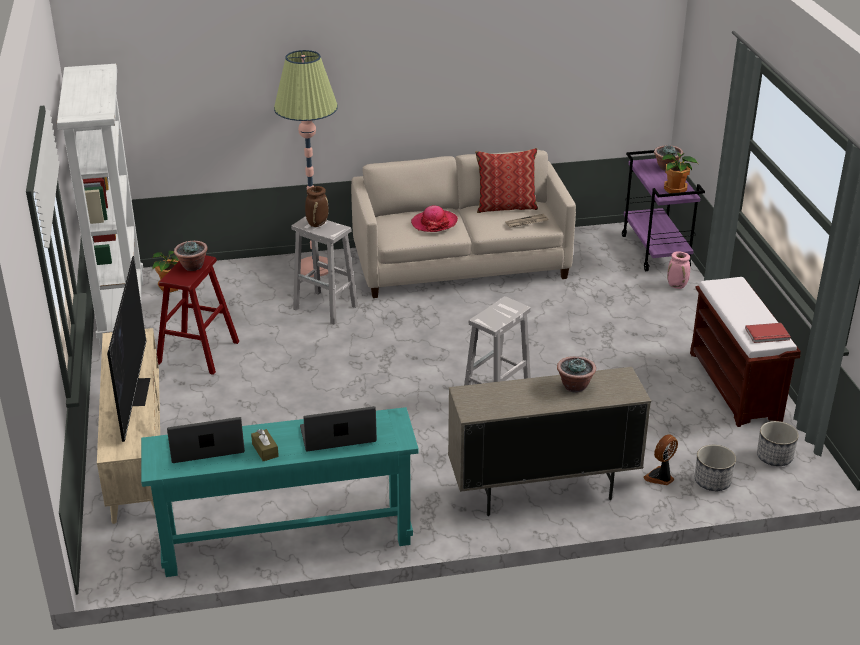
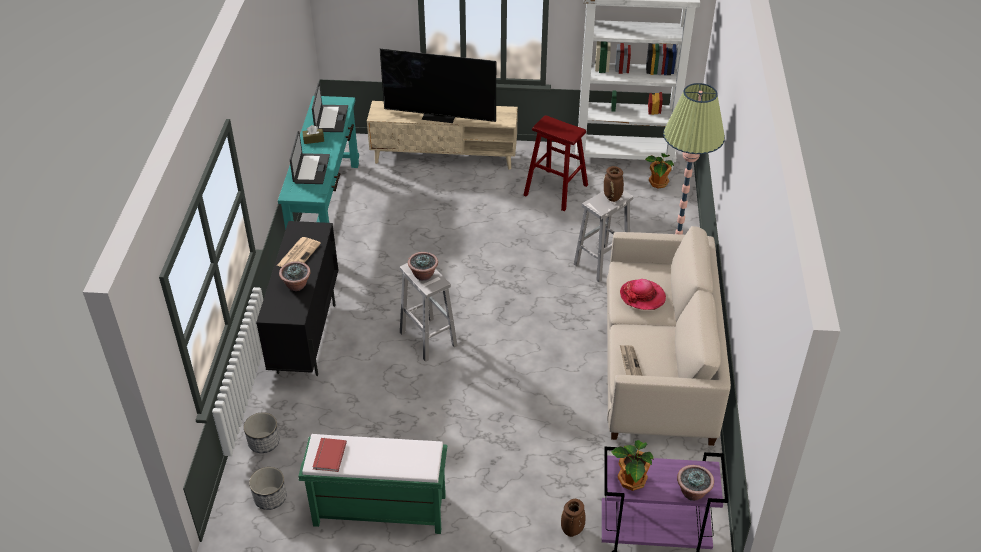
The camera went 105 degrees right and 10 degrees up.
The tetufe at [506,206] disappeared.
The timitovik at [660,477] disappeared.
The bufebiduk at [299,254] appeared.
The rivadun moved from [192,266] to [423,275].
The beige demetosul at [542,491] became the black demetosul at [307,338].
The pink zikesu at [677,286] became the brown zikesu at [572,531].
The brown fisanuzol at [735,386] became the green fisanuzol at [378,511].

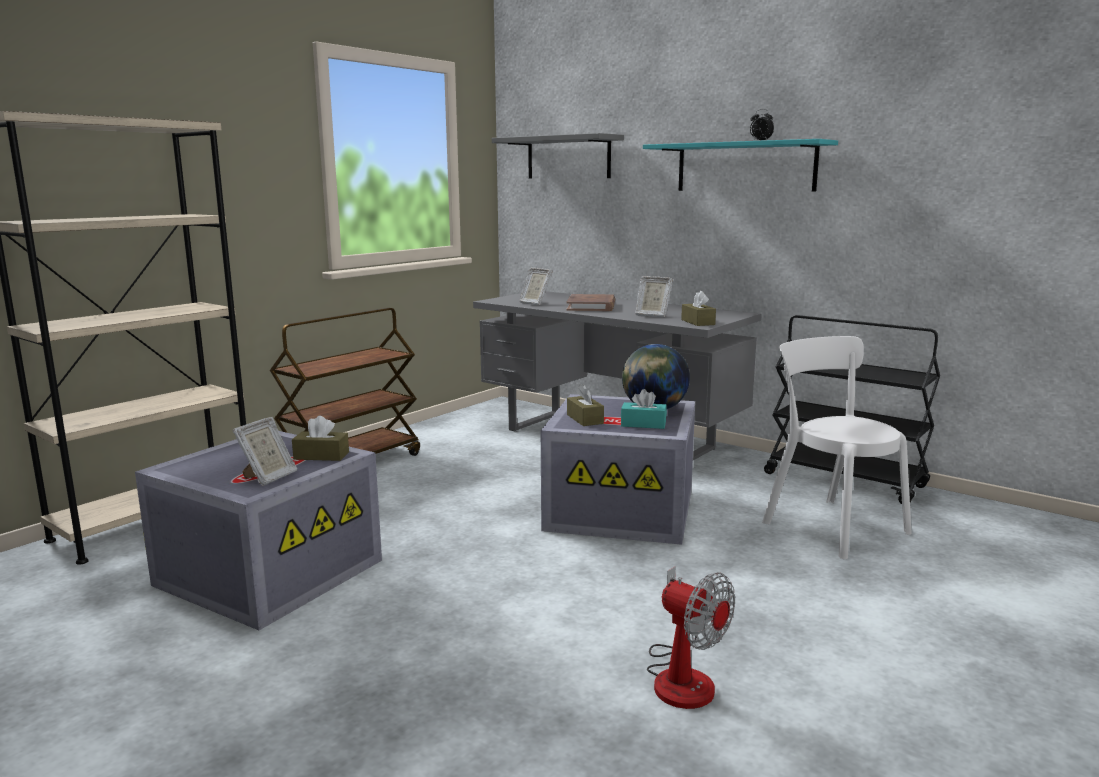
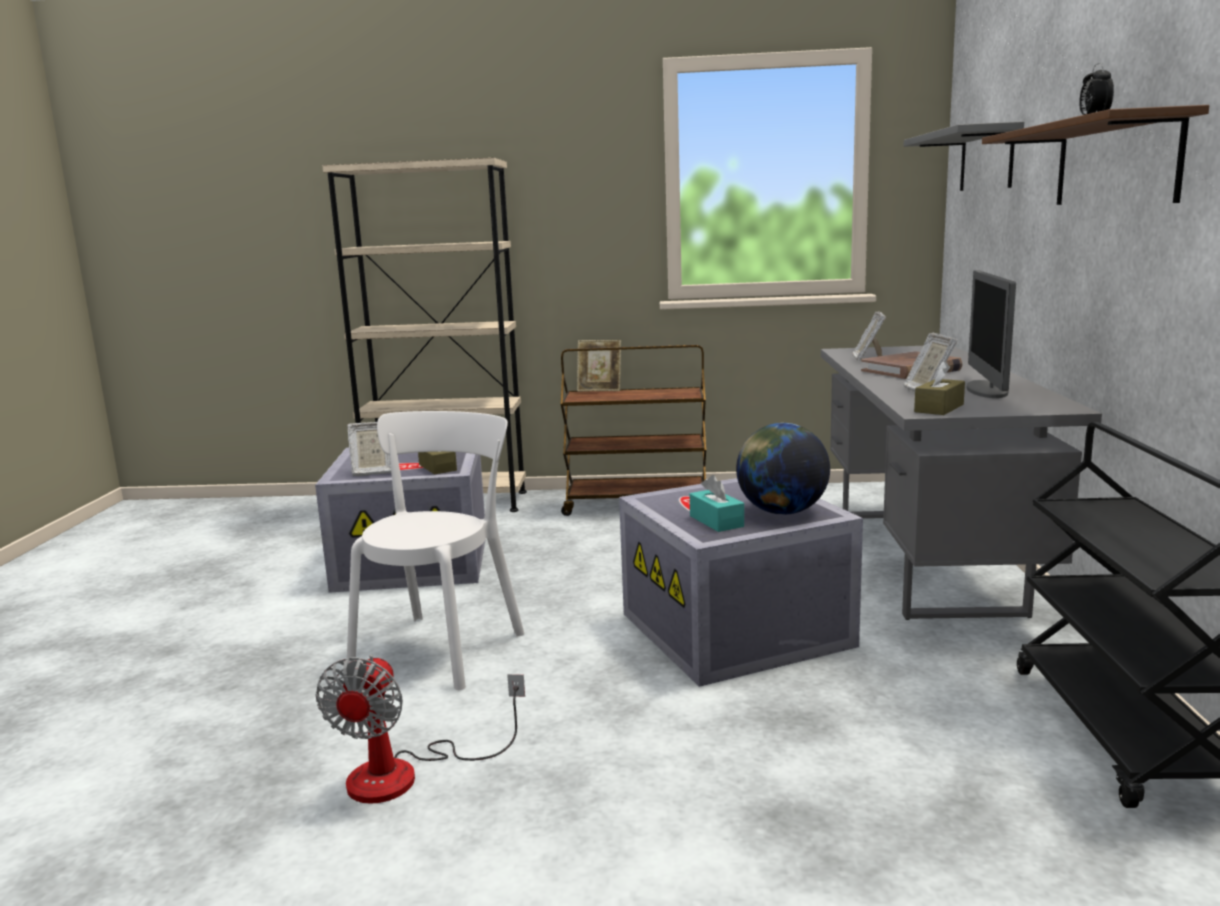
The camera went 55 degrees right and 0 degrees up.
The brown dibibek at [585,419] disappeared.
The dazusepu at [600,390] appeared.
The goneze at [987,390] appeared.
The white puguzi moved from [830,525] to [442,647].
The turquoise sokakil at [745,167] became the brown sokakil at [1115,163].

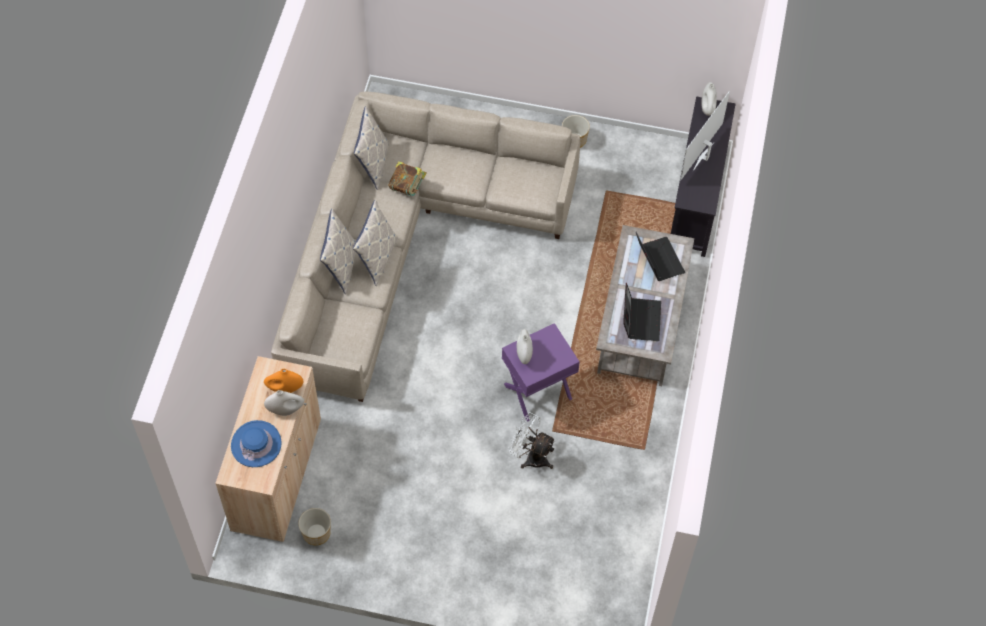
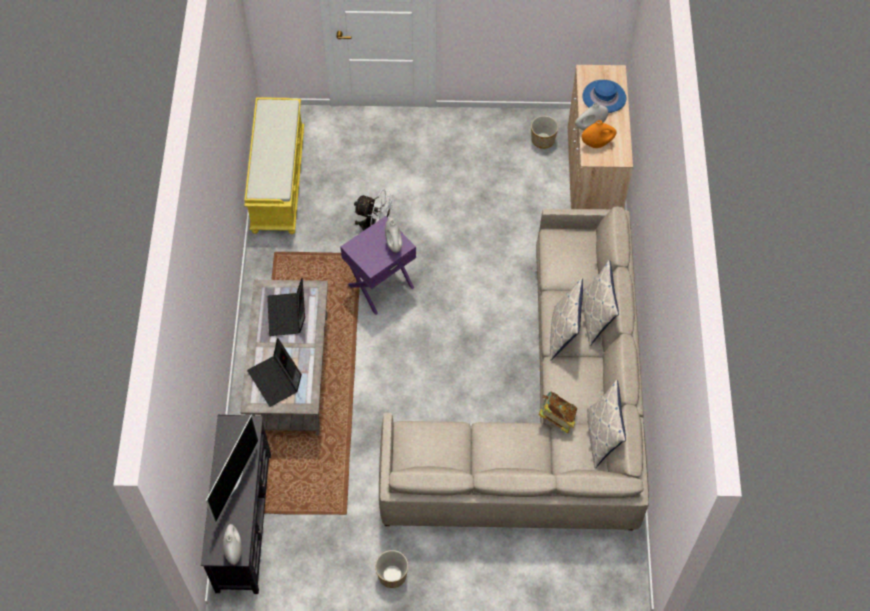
The camera went 170 degrees right and 0 degrees up.
The yellow fisanuzol at [277,180] appeared.

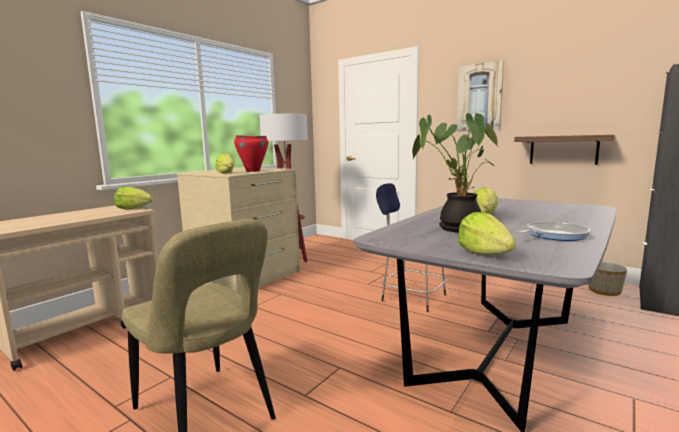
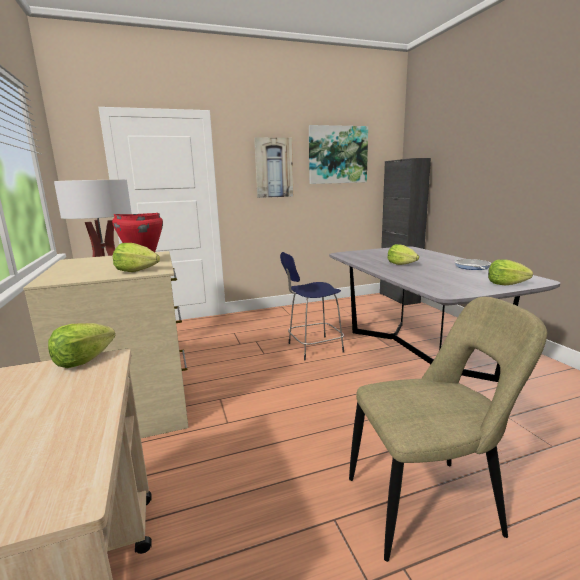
The camera went 55 degrees left and 5 degrees up.
The rivadun at [456,228] disappeared.
The sokakil at [563,150] disappeared.
The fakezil at [604,291] disappeared.
The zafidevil at [337,155] appeared.

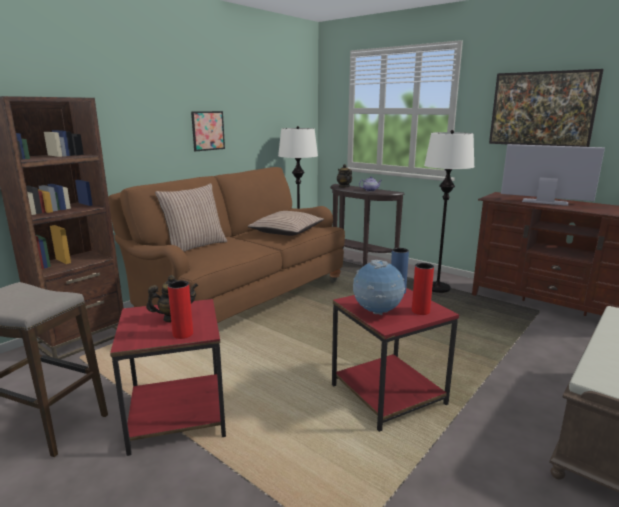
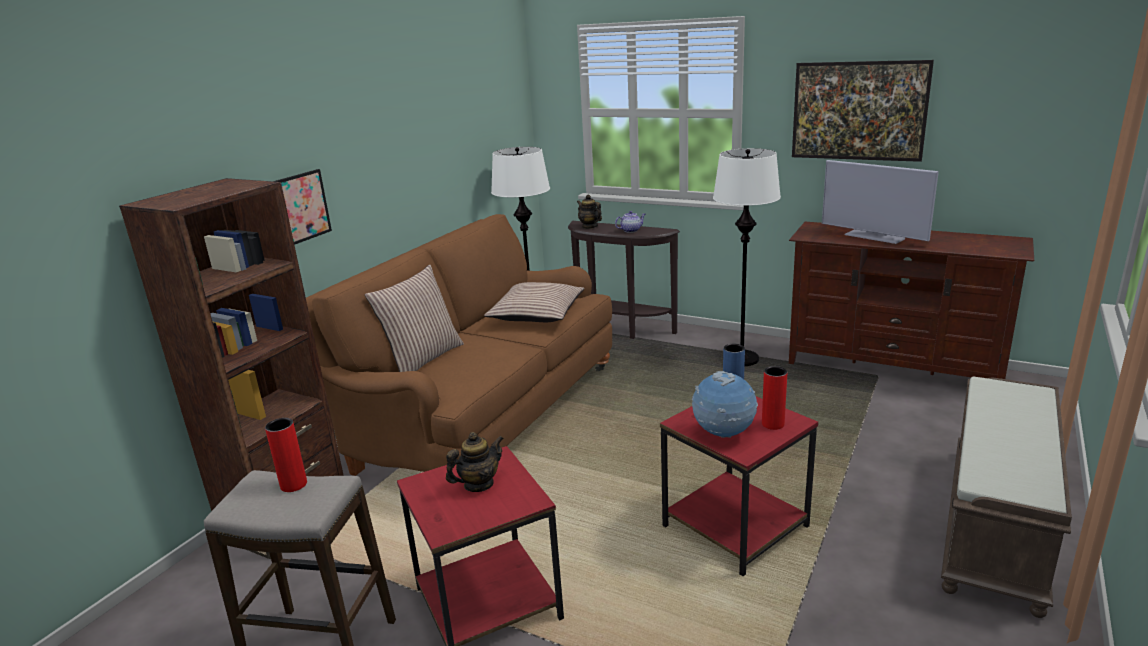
The camera went 10 degrees left and 5 degrees up.
The red zikesu moved from [183,334] to [293,485].
The zafidevil moved from [208,130] to [299,208].
The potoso at [544,202] turned 150 degrees counterclockwise.

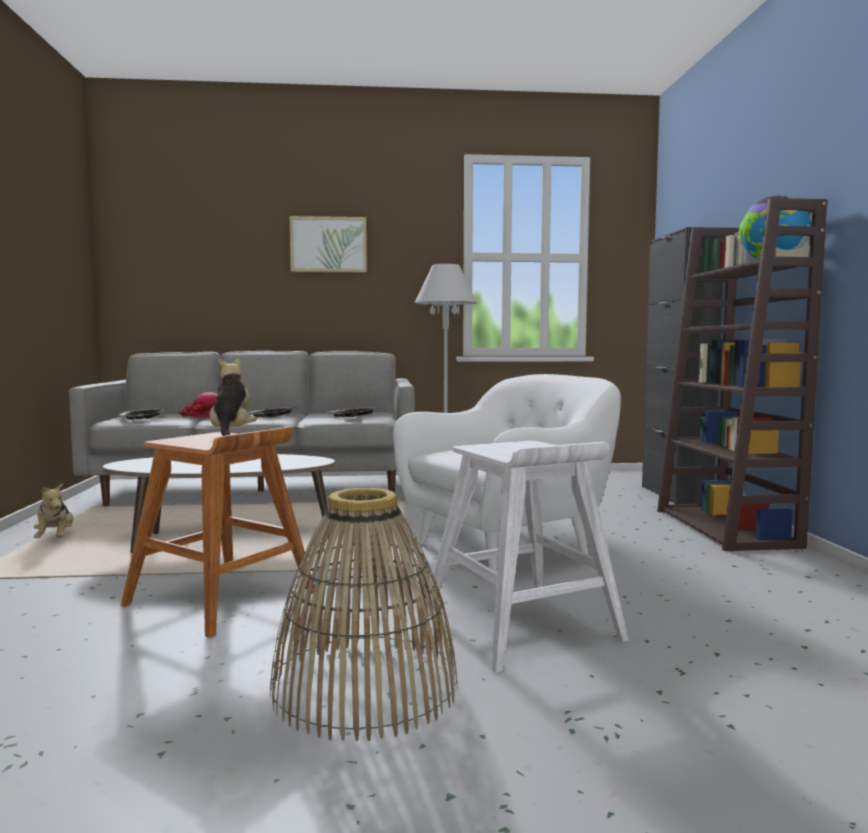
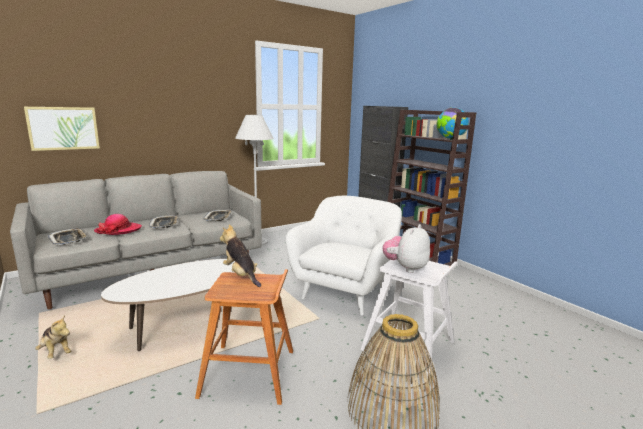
The camera went 30 degrees left and 10 degrees up.
The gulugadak at [405,268] appeared.
The zafidevil moved from [328,244] to [63,128].

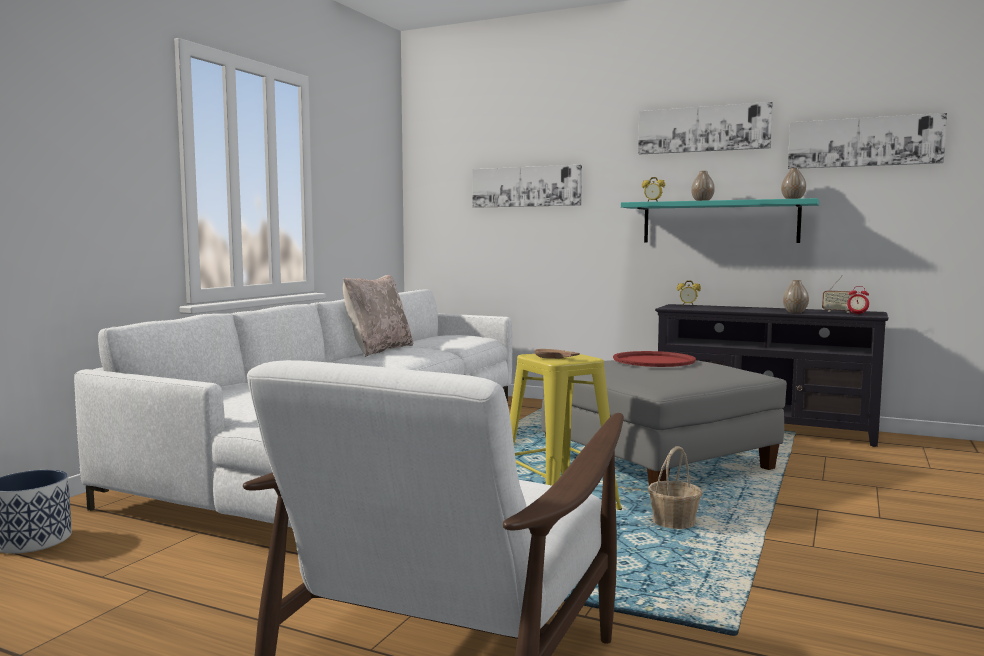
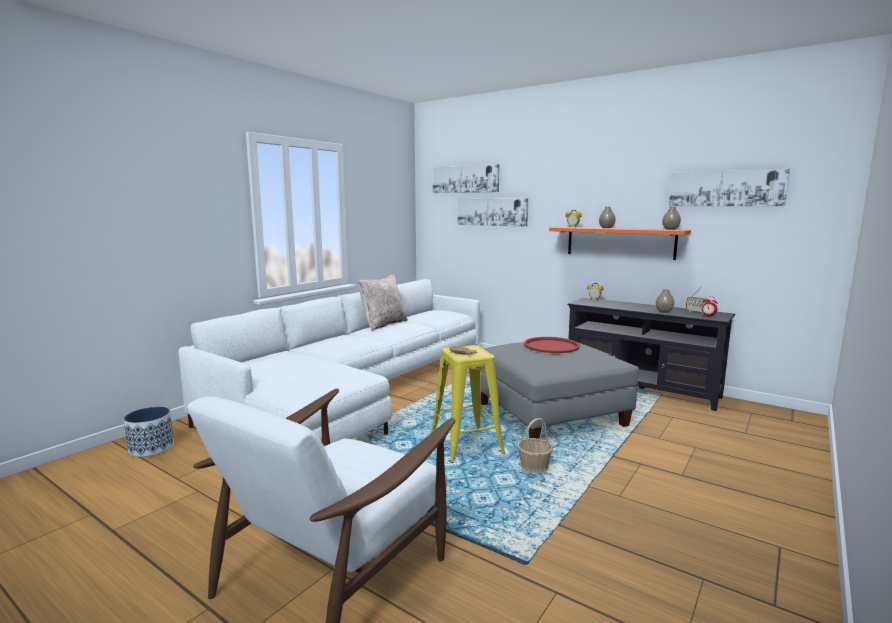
The camera went 10 degrees right and 5 degrees up.
The zafidevil moved from [703,129] to [465,179].
The turquoise sokakil at [719,222] became the orange sokakil at [620,242].

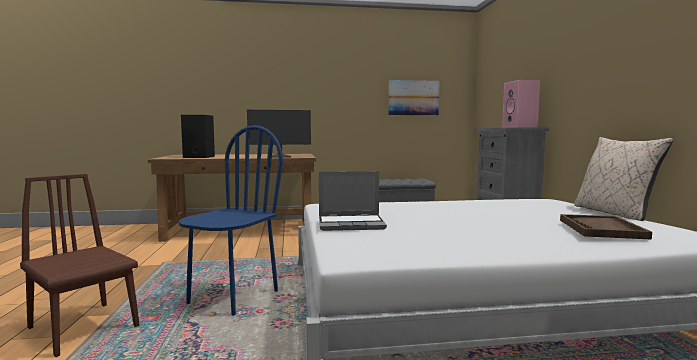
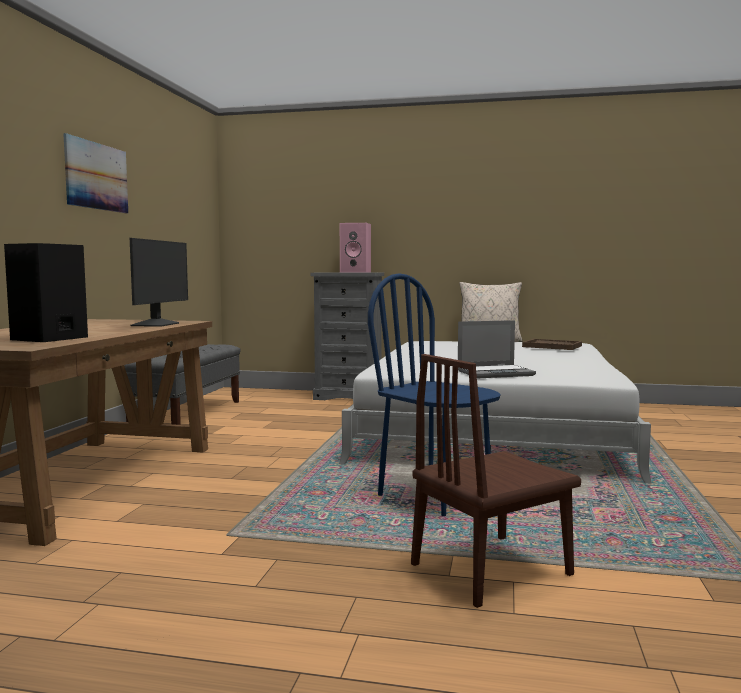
The camera went 70 degrees left and 0 degrees up.
The zafidevil moved from [413,98] to [97,176].
The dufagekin at [352,224] turned 60 degrees clockwise.

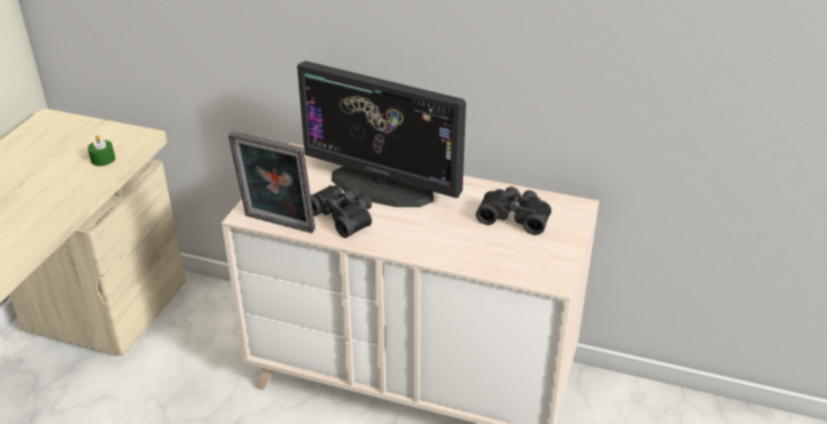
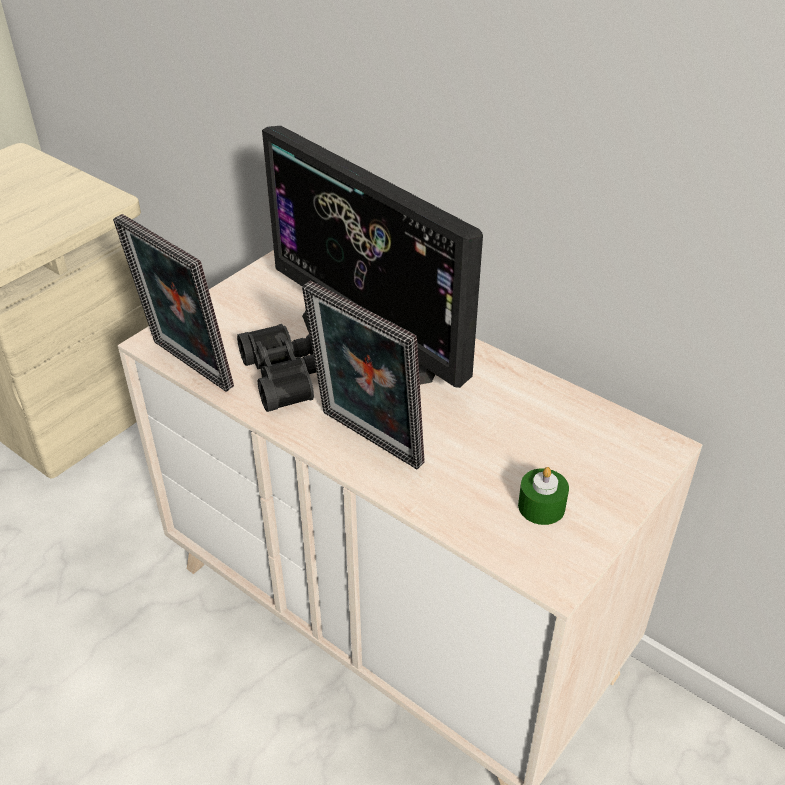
The camera went 20 degrees right and 5 degrees up.
The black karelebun at [514,216] disappeared.
The dazusepu at [366,442] appeared.
The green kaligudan moved from [103,159] to [541,506].

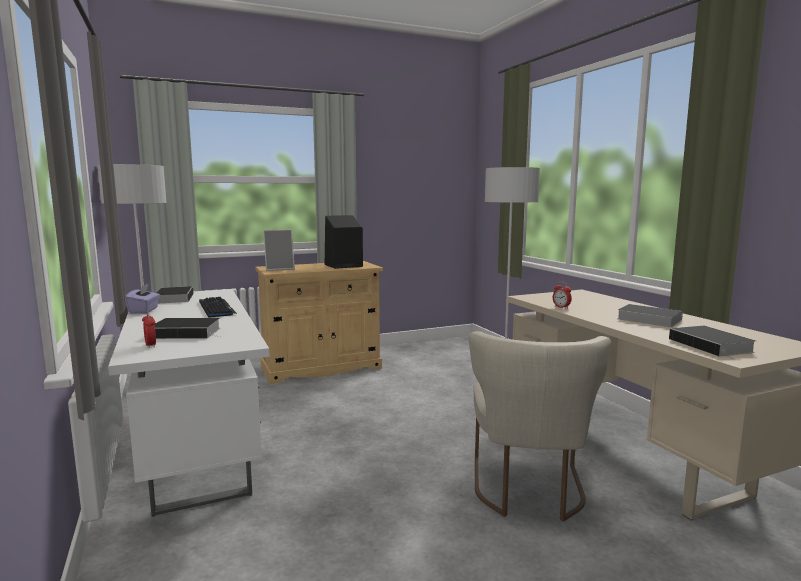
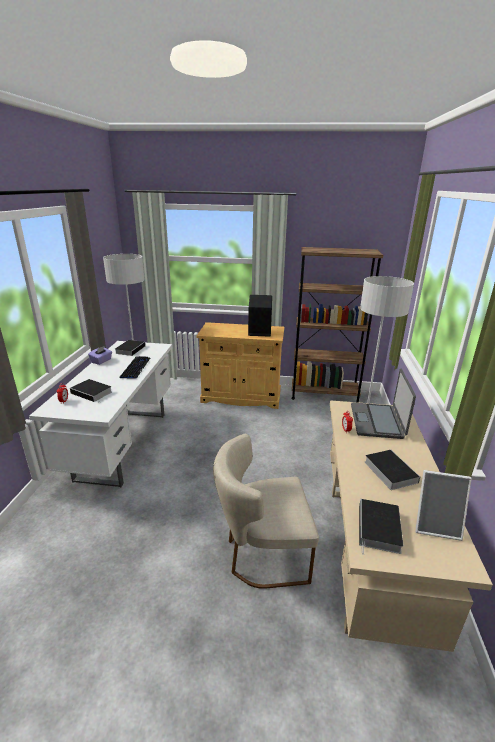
The camera went 30 degrees right and 15 degrees up.
The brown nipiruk at [324,394] appeared.
The dufagekin at [377,421] appeared.
The dazusepu moved from [279,269] to [435,525].
The beige puguzi at [528,491] turned 45 degrees clockwise.

